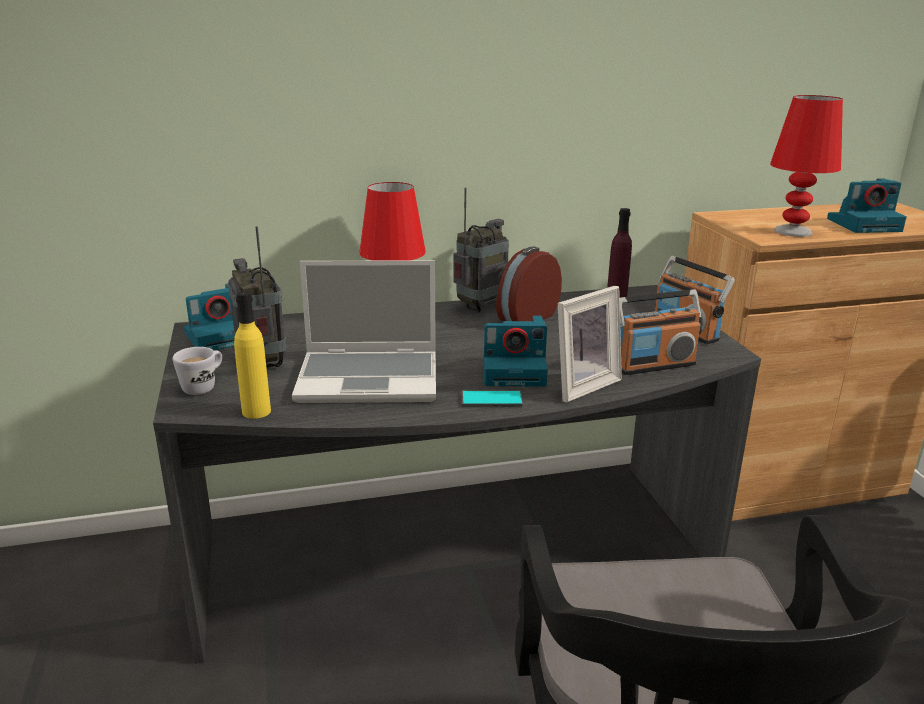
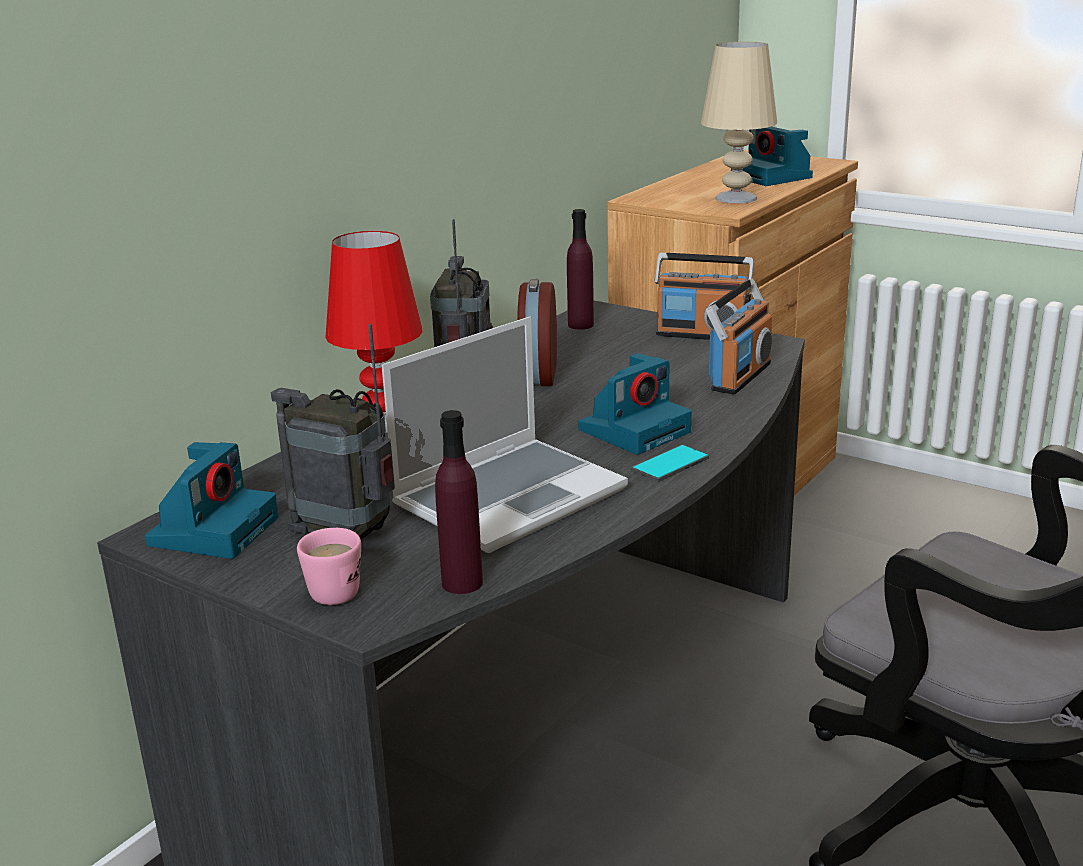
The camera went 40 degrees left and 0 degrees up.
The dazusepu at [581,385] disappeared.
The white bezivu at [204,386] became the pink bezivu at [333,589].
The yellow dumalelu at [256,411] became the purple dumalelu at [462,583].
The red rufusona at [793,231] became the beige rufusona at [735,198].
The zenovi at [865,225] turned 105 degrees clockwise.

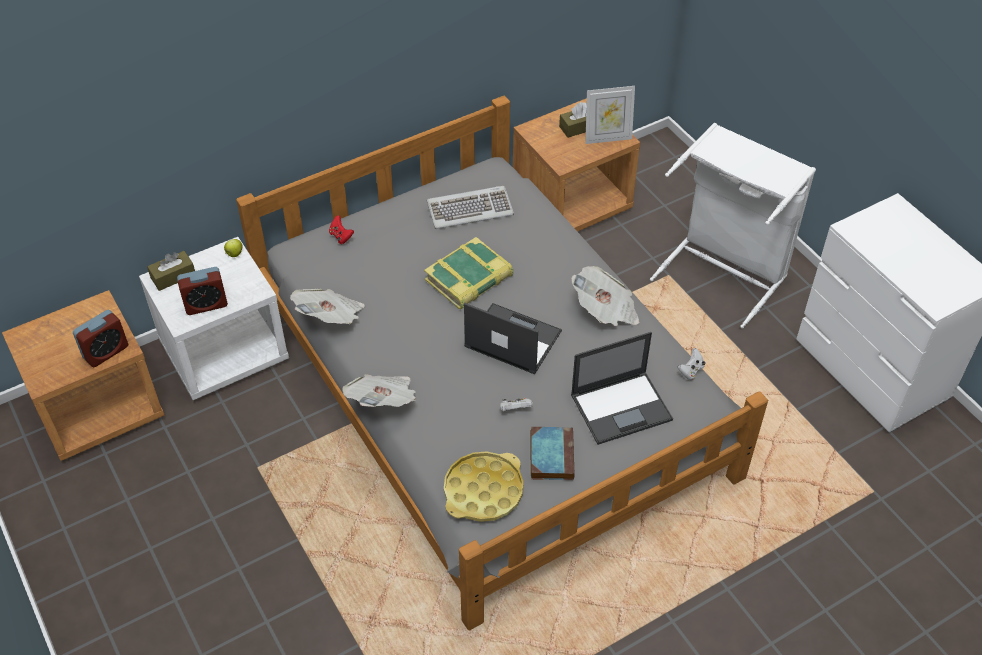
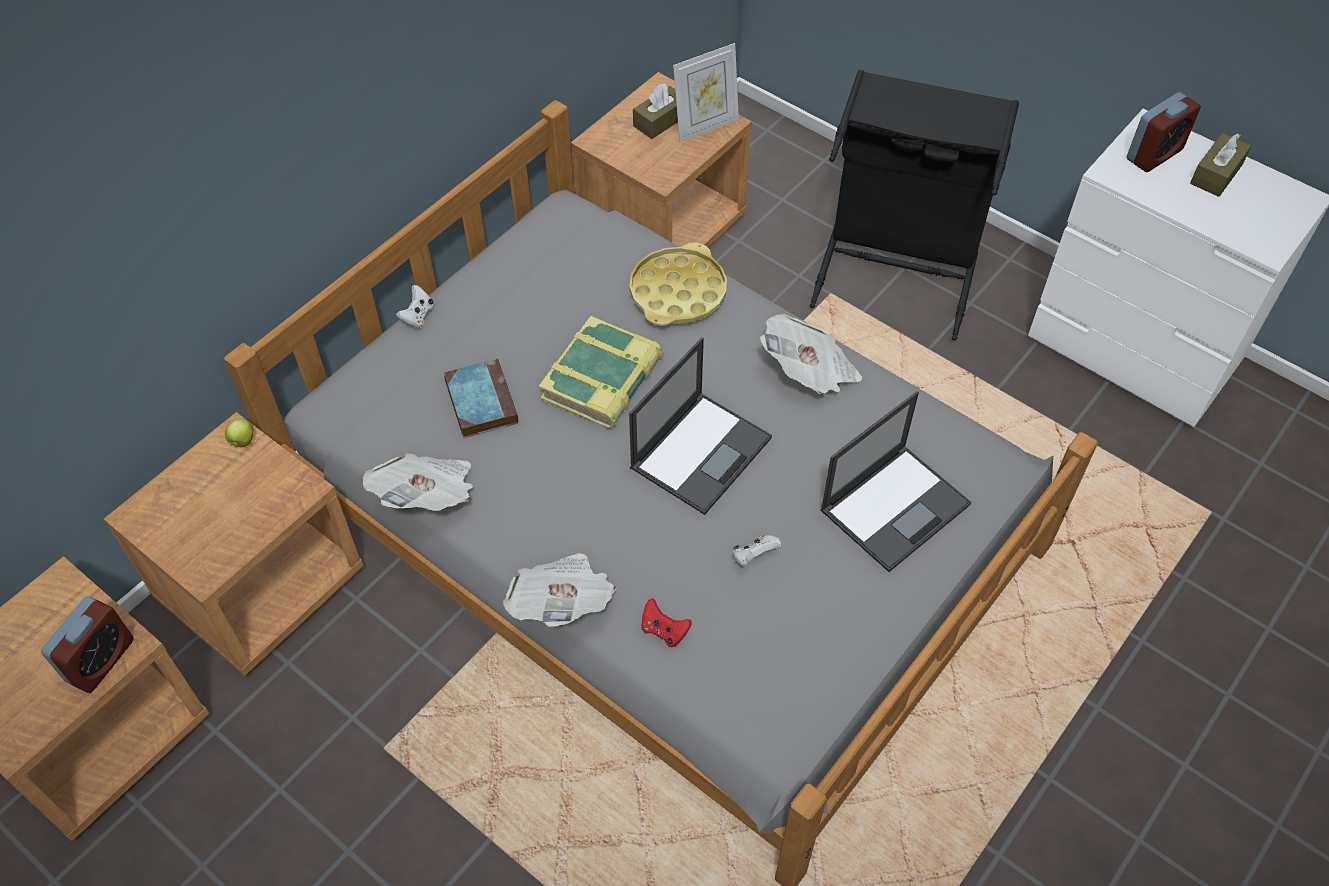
The camera went 20 degrees left and 5 degrees up.
The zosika at [470,209] disappeared.
The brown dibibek moved from [173,276] to [1216,174].
The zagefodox moved from [206,304] to [1154,154].
The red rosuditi moved from [341,236] to [664,631].
The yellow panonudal moved from [483,491] to [677,292].
The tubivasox moved from [551,455] to [480,401].
The white rosuditi moved from [691,371] to [418,316].
The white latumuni at [225,352] became the brown latumuni at [262,585].
The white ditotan at [725,270] became the black ditotan at [898,268].
The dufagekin at [511,339] turned 120 degrees clockwise.

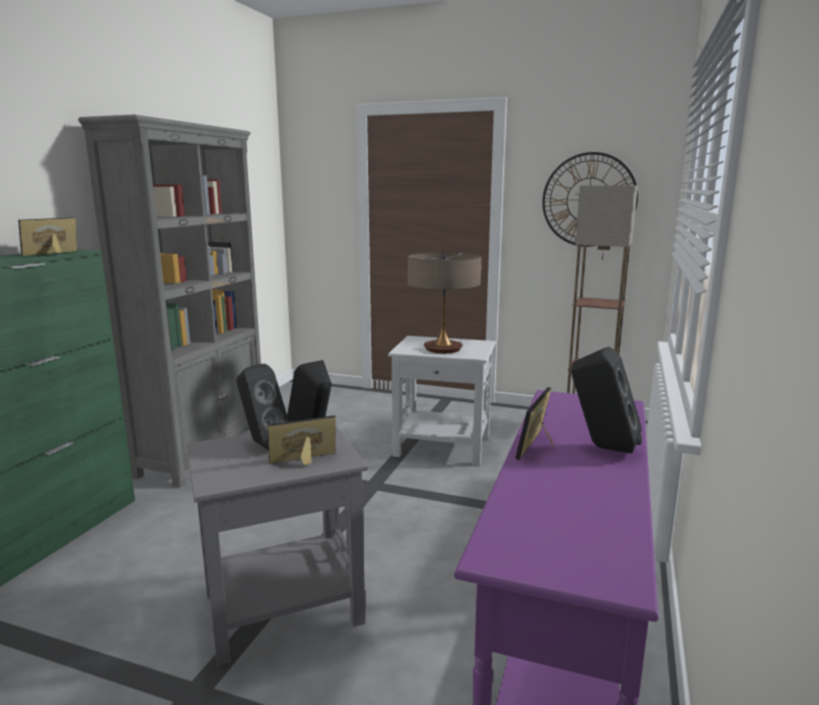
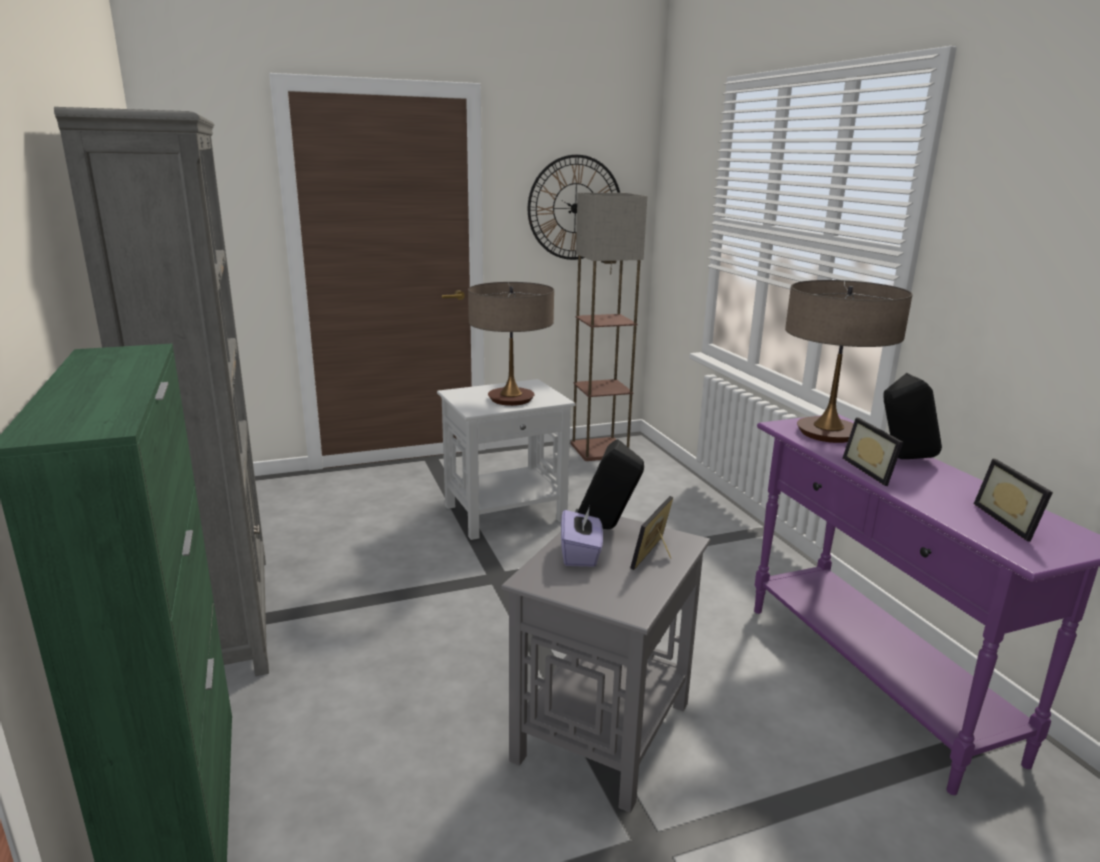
The camera went 40 degrees left and 5 degrees up.
The rufusona at [827,433] appeared.
The dazusepu moved from [54,254] to [1012,521].
The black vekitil at [262,444] was replaced by the purple dibibek at [580,554].

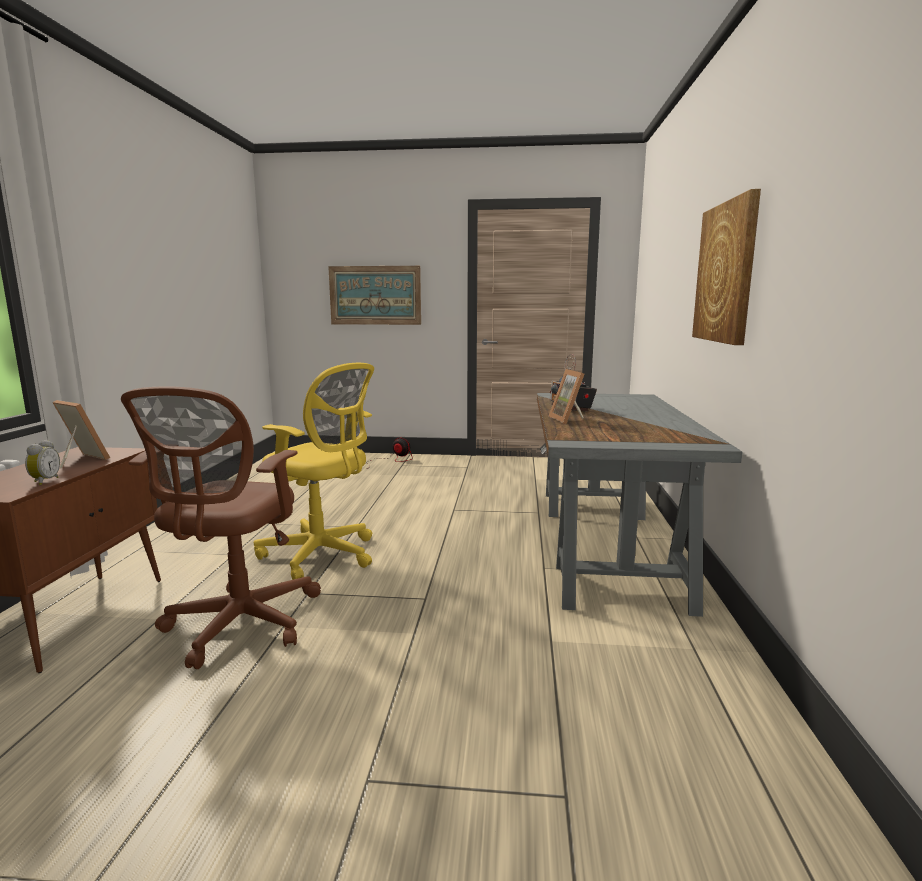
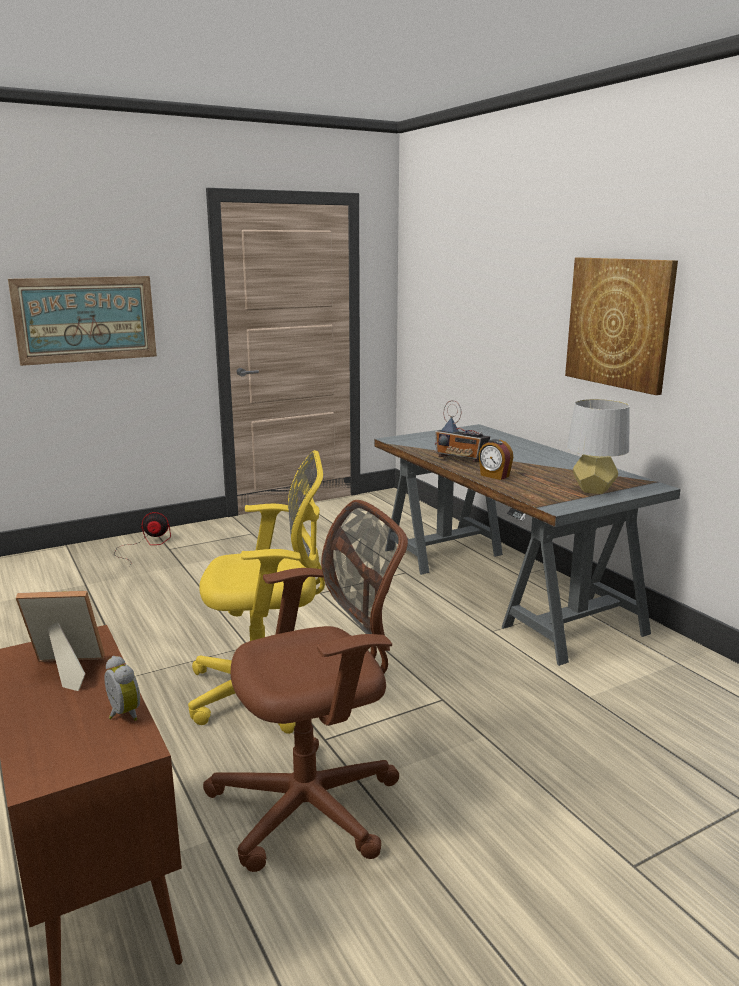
The camera went 35 degrees left and 5 degrees up.
The grey rufusona at [593,490] appeared.
The dazusepu at [569,420] was replaced by the zagefodox at [494,476].
The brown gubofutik at [238,626] turned 90 degrees counterclockwise.

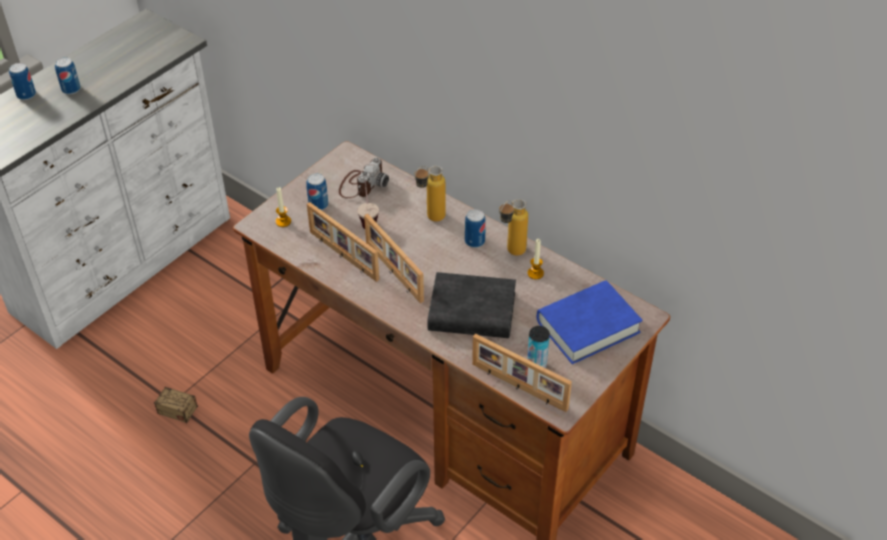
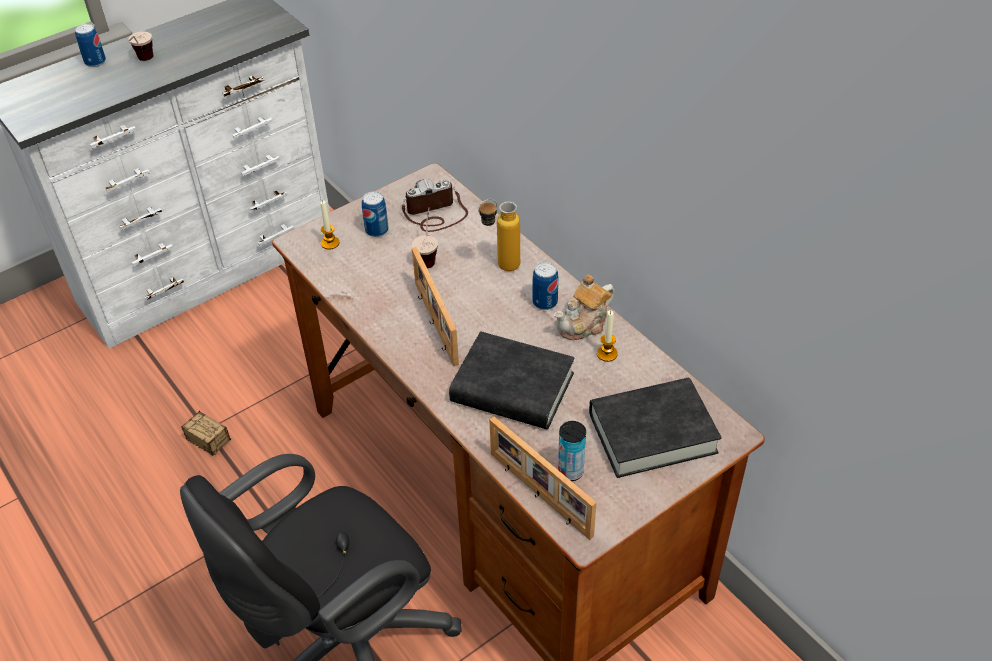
The camera went 15 degrees right and 0 degrees up.
The dazusepu at [342,256] disappeared.
The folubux at [71,89] was replaced by the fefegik at [143,62].
The dumalelu at [510,253] was replaced by the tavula at [584,324].
The blue tubivasox at [587,327] became the black tubivasox at [652,433].
The zenovi at [362,184] turned 150 degrees counterclockwise.

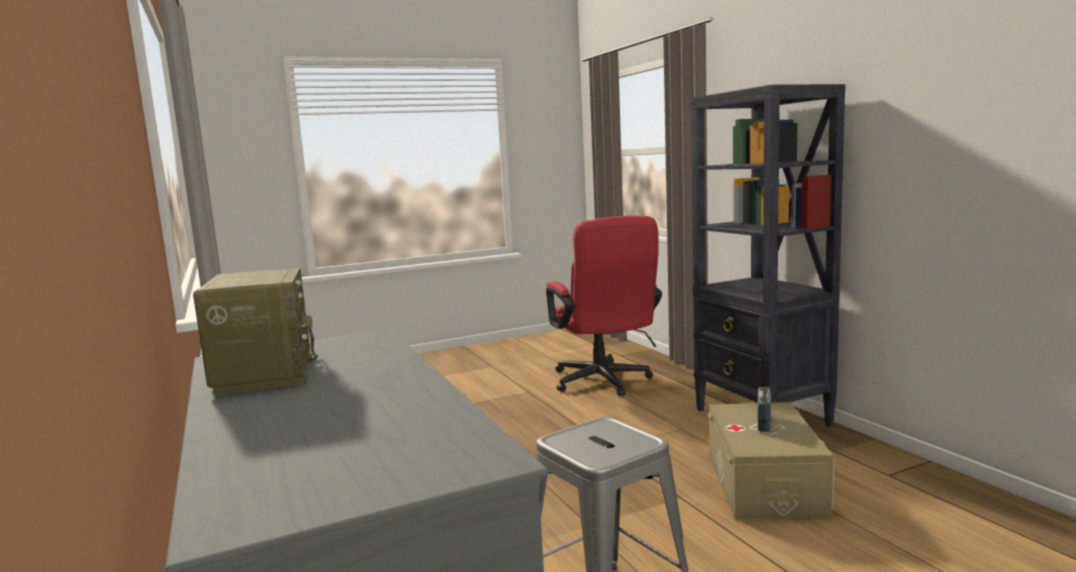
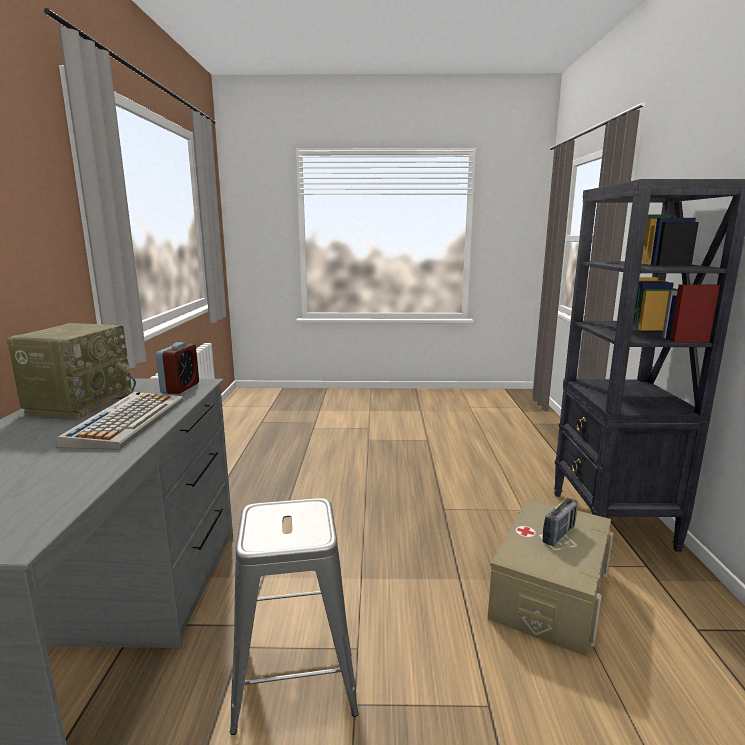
The camera went 25 degrees right and 5 degrees up.
The red gubofutik at [604,383] disappeared.
The zosika at [127,421] appeared.
The zagefodox at [180,388] appeared.

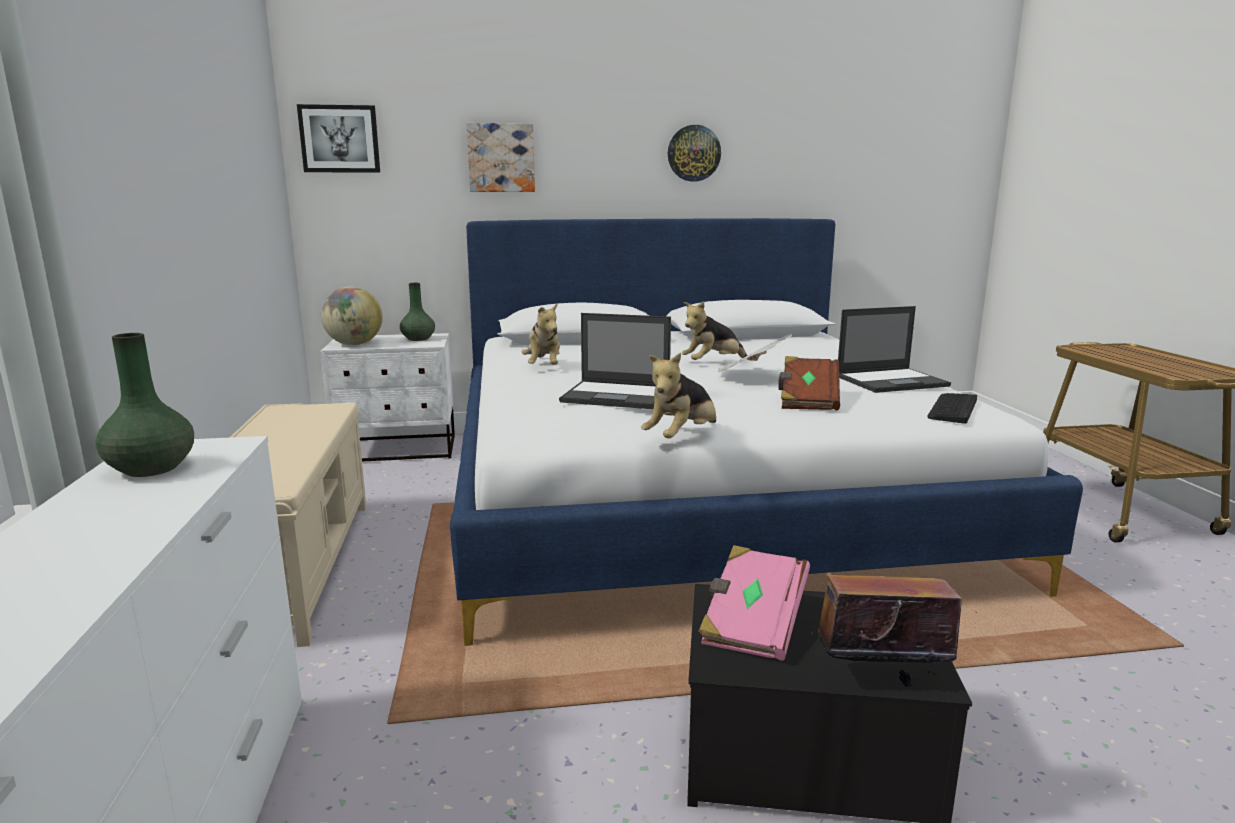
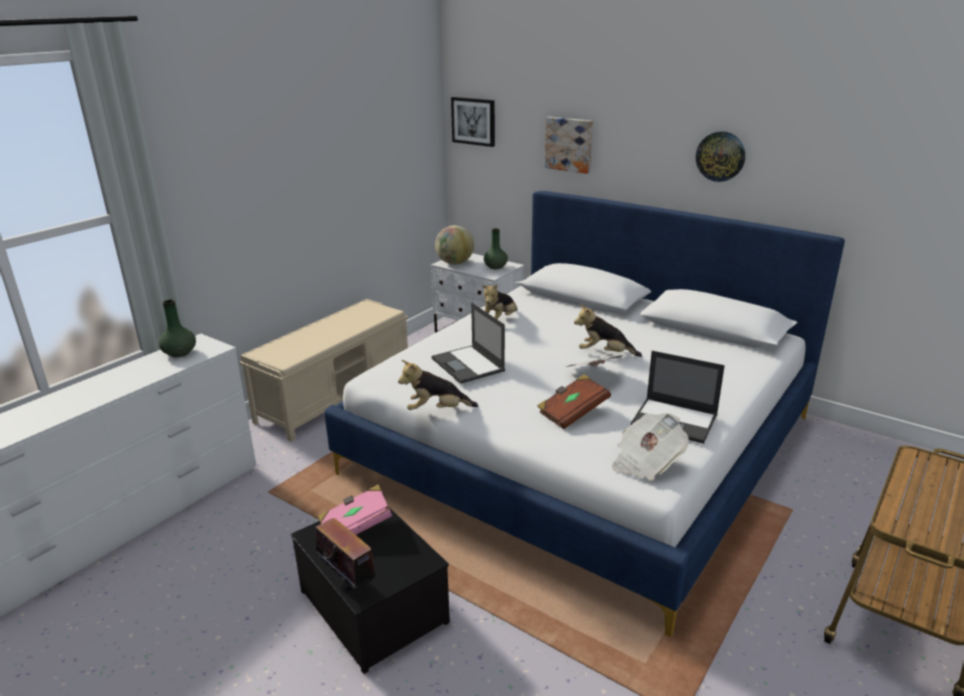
The camera went 45 degrees right and 10 degrees up.
The zosika at [952,409] was replaced by the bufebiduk at [646,462].

